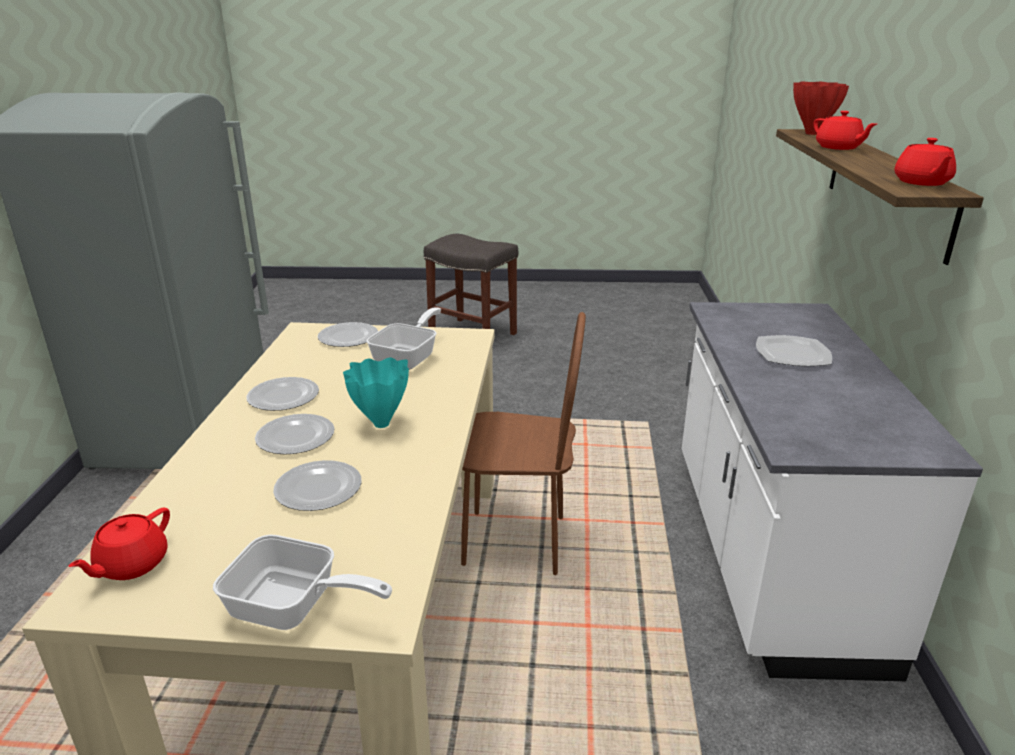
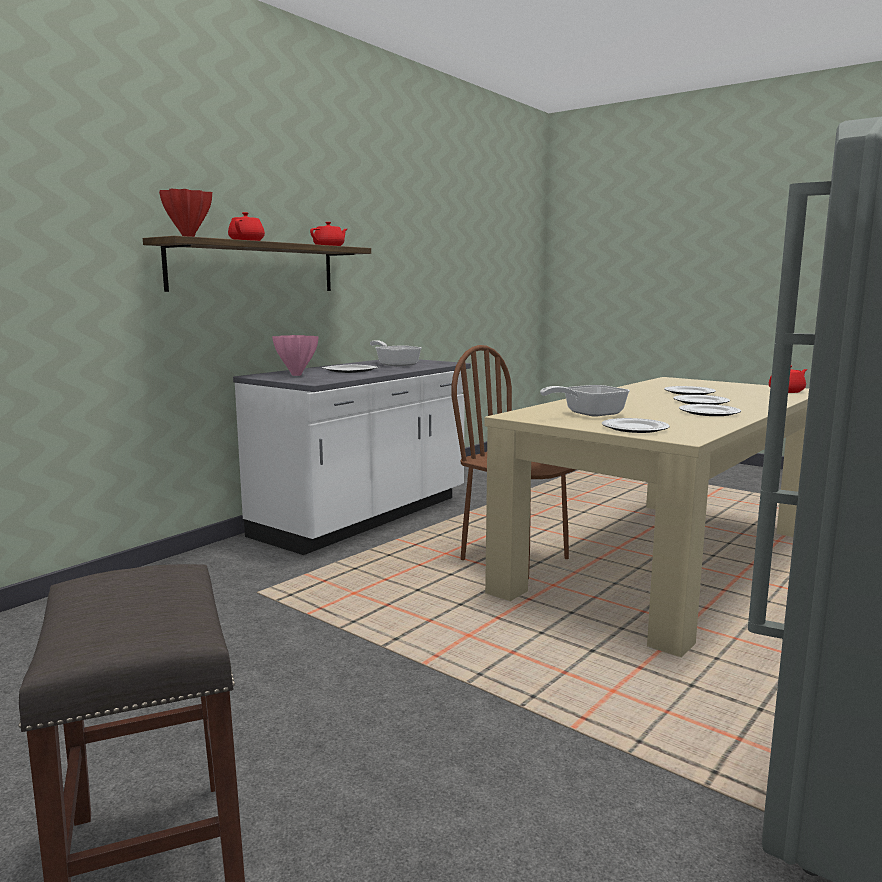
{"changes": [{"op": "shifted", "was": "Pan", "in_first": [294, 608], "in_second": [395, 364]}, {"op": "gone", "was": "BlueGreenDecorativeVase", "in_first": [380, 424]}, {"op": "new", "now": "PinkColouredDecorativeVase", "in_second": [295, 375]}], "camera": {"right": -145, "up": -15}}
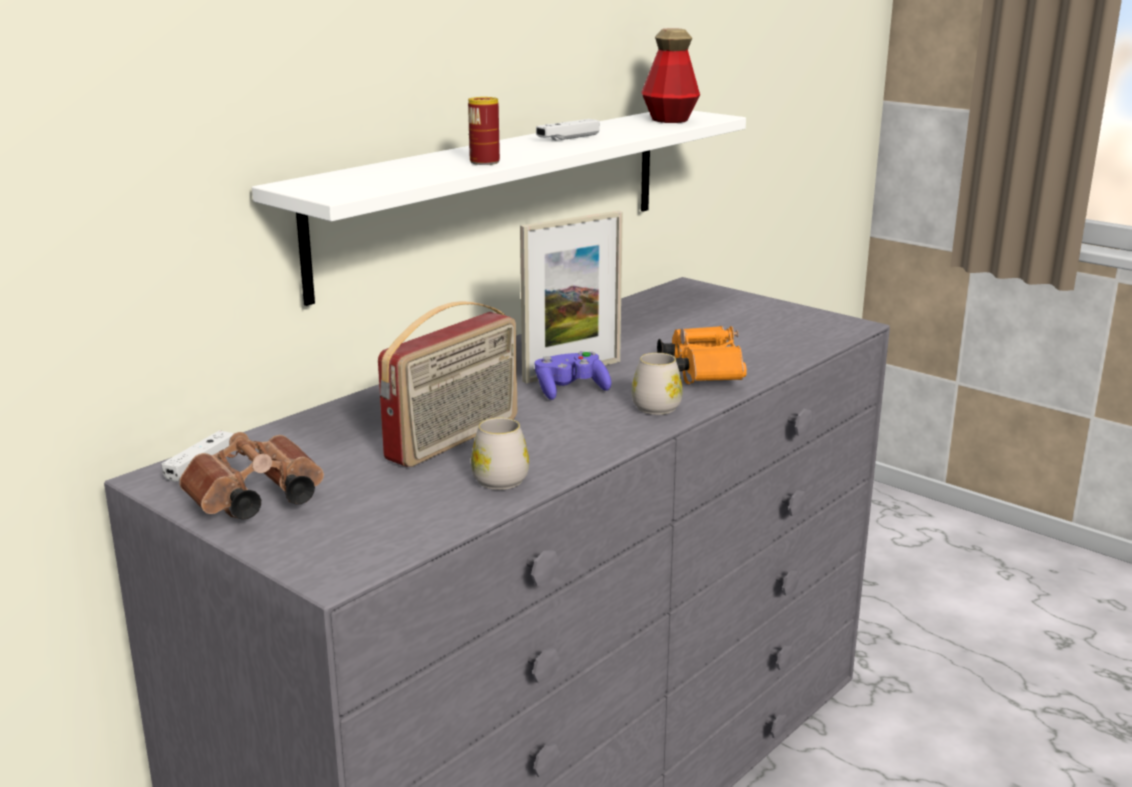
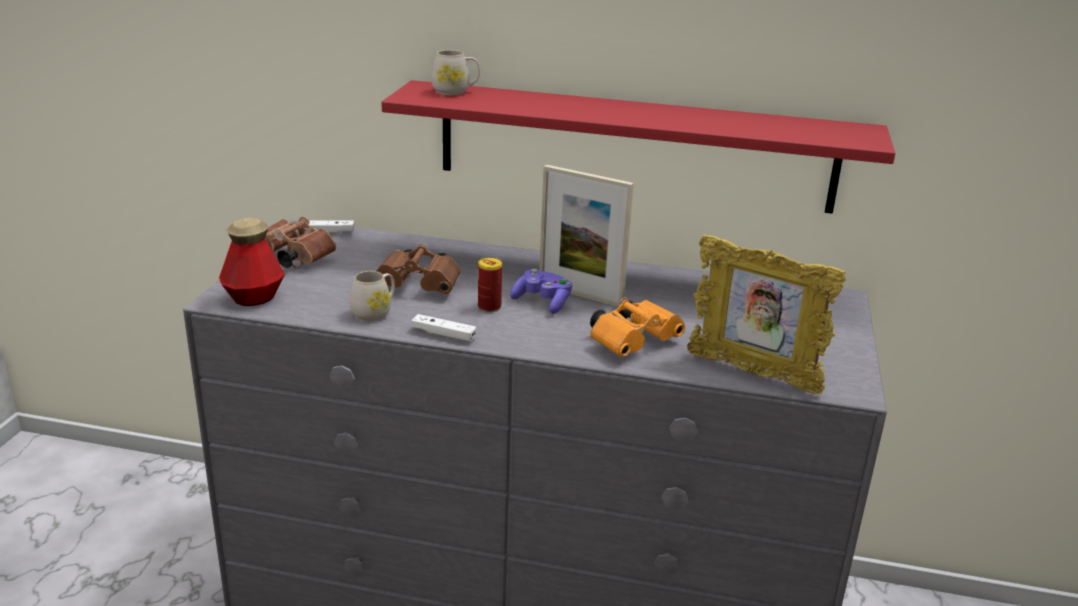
{"changes": [{"op": "repainted", "was": "WhitishBracketShelf", "now": "RedColouredBracketShelf", "in_first": [497, 196], "in_second": [634, 146]}, {"op": "swapped", "was": "RadioReceiver", "now": "BrownishFieldGlasses", "in_first": [455, 439], "in_second": [420, 286]}, {"op": "shifted", "was": "MetalCan", "in_first": [484, 162], "in_second": [489, 307]}, {"op": "shifted", "was": "WhitishGameController", "in_first": [568, 138], "in_second": [443, 335]}, {"op": "shifted", "was": "WhitishTeaMug", "in_first": [659, 405], "in_second": [455, 91]}, {"op": "shifted", "was": "DrinkBottle", "in_first": [669, 119], "in_second": [254, 298]}, {"op": "new", "now": "PhotoFrame", "in_second": [753, 373]}], "camera": {"right": 60, "up": 5}}
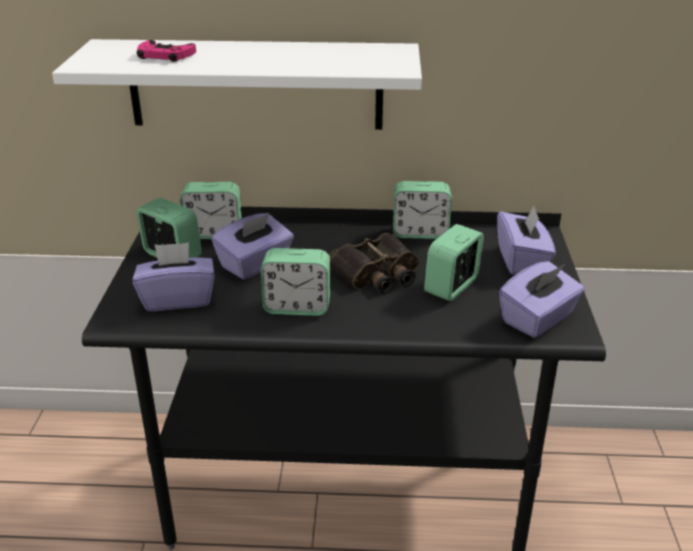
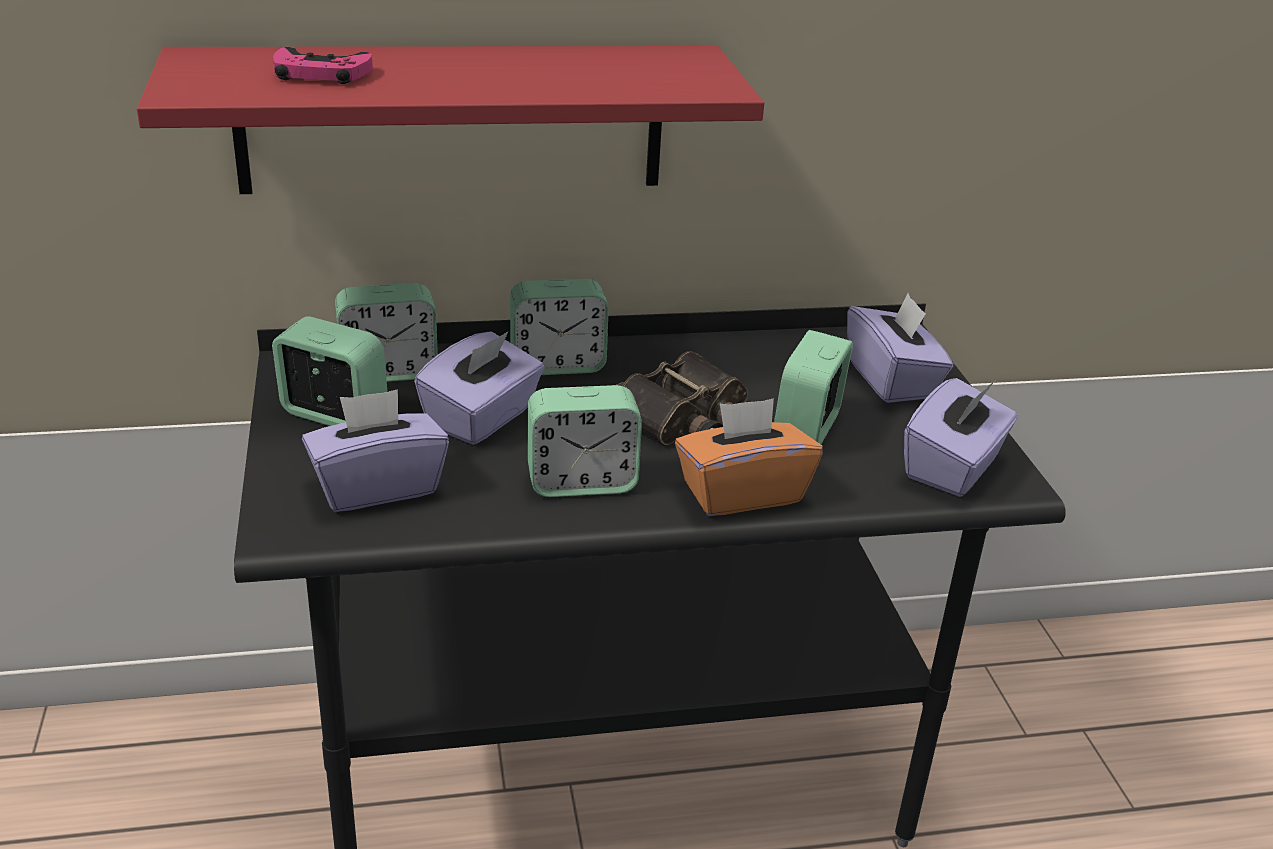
{"changes": [{"op": "repainted", "was": "WhitishBracketShelf", "now": "RedColouredBracketShelf", "in_first": [255, 84], "in_second": [452, 119]}, {"op": "shifted", "was": "AlarmClock", "in_first": [420, 232], "in_second": [557, 364]}, {"op": "new", "now": "OrangeyTissueHolder", "in_second": [741, 493]}], "camera": {"right": -15, "up": 0}}
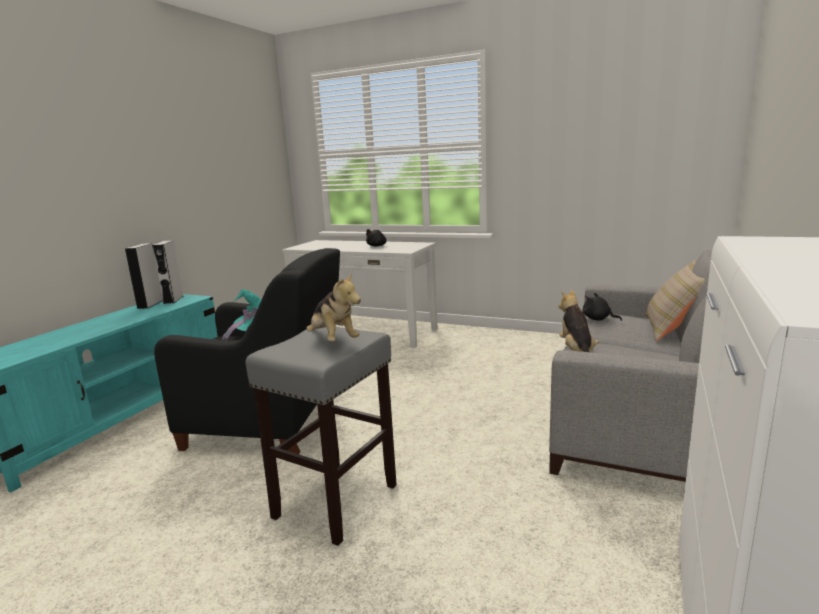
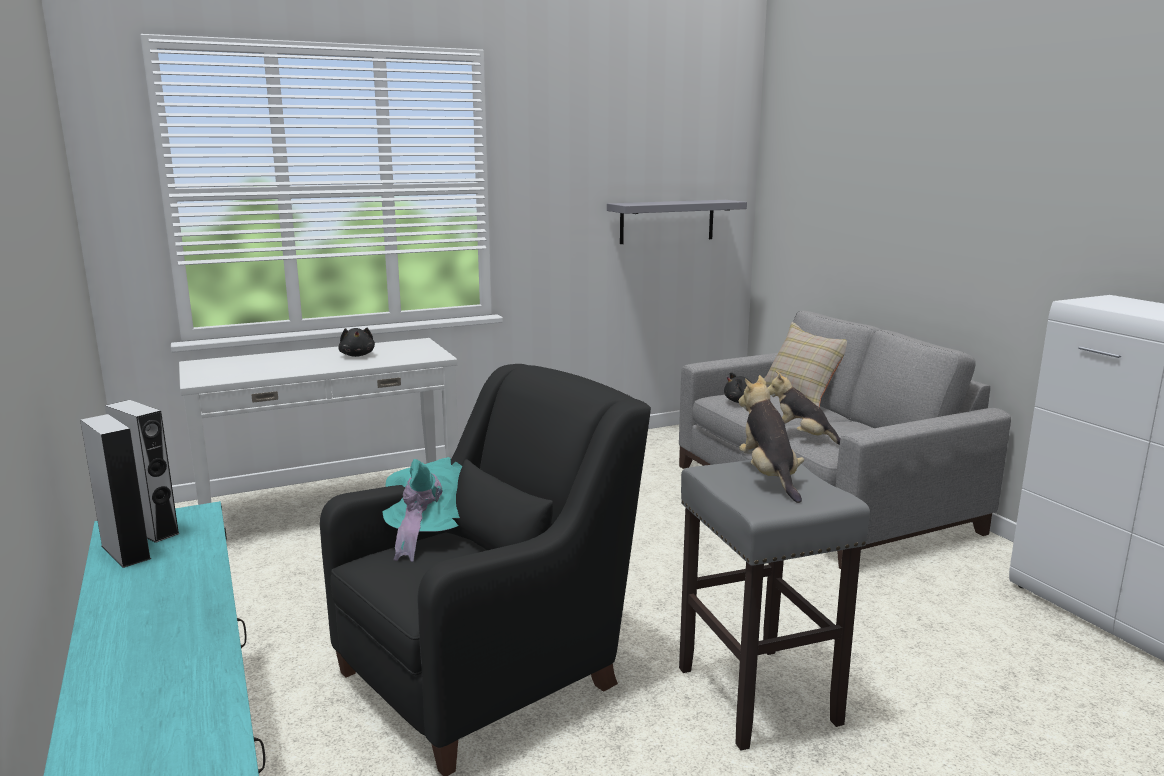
{"changes": [{"op": "rotated", "was": "PlushToy", "in_first": [333, 340], "in_second": [769, 477], "clockwise": -105}, {"op": "new", "now": "GreyBracketShelf", "in_second": [667, 221]}], "camera": {"right": -50, "up": 0}}
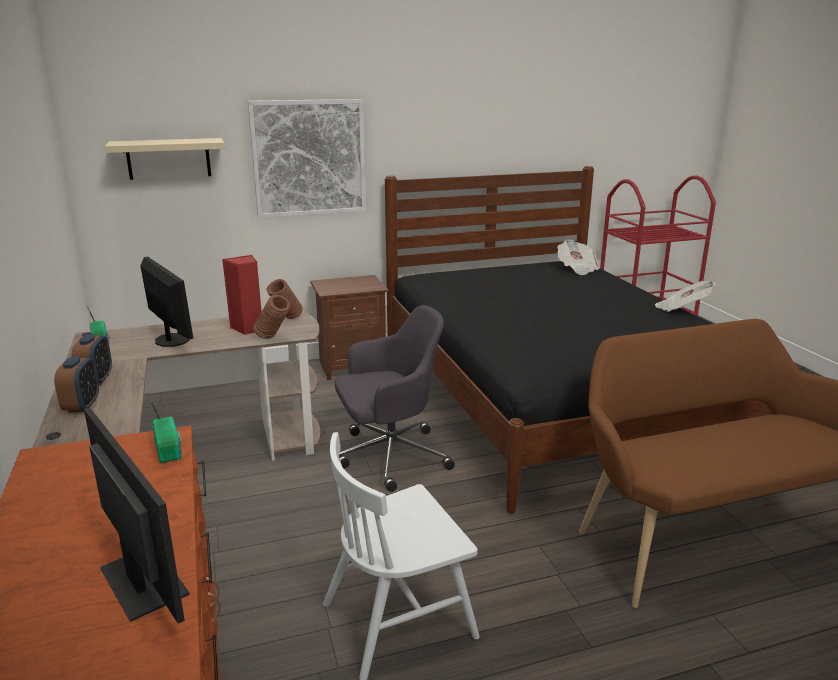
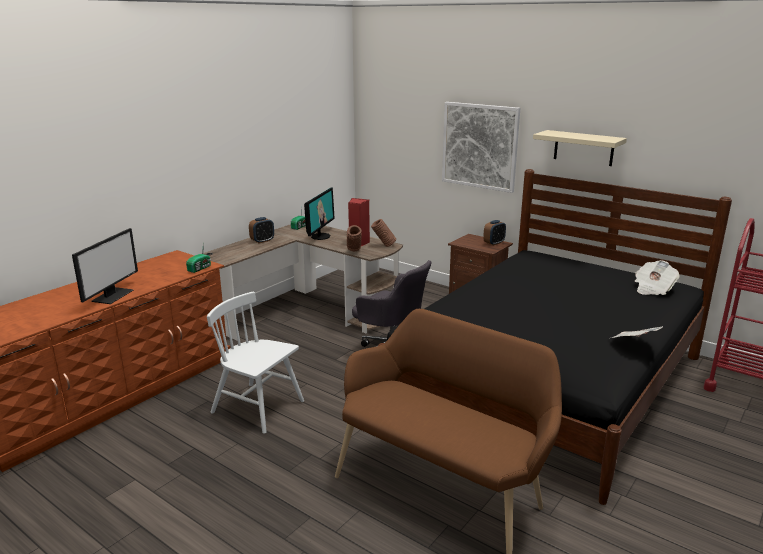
{"changes": [{"op": "shifted", "was": "AlarmClock", "in_first": [82, 405], "in_second": [494, 243]}, {"op": "shifted", "was": "BeigeBracketShelf", "in_first": [168, 158], "in_second": [583, 148]}], "camera": {"right": 55, "up": 0}}
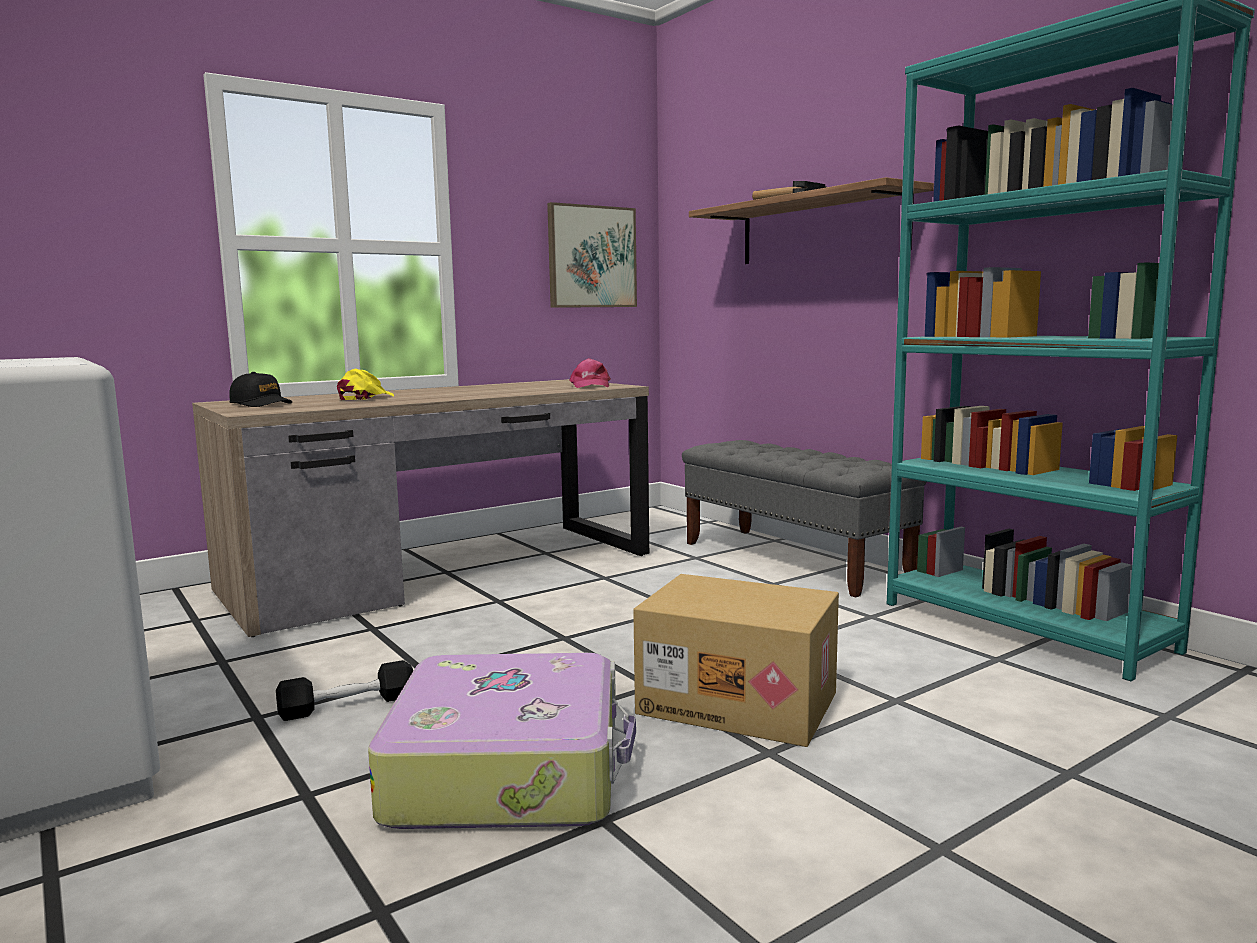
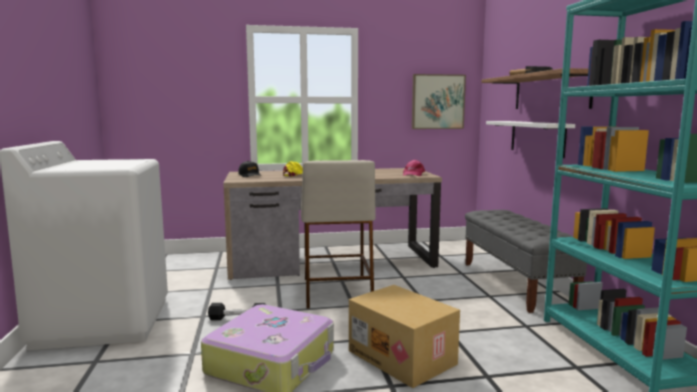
{"changes": [{"op": "new", "now": "BeigeSittingStool", "in_second": [336, 290]}, {"op": "new", "now": "WhitishBracketShelf", "in_second": [537, 138]}], "camera": {"right": 25, "up": 0}}
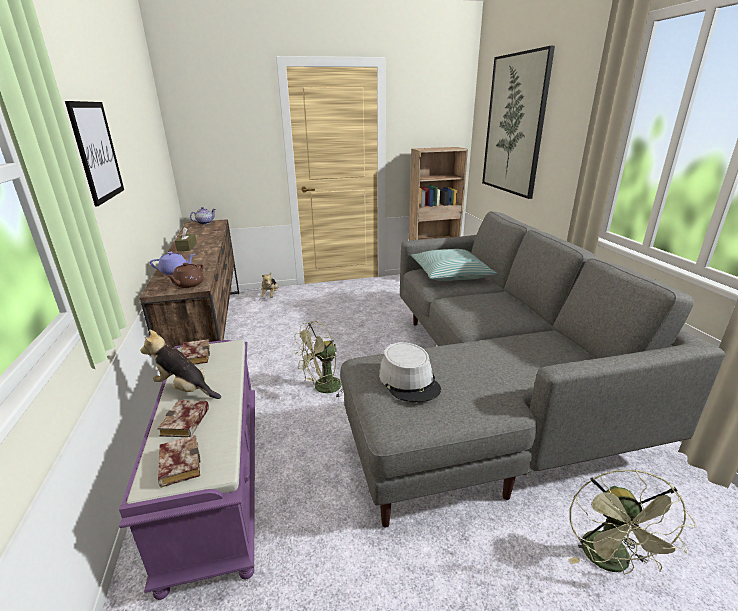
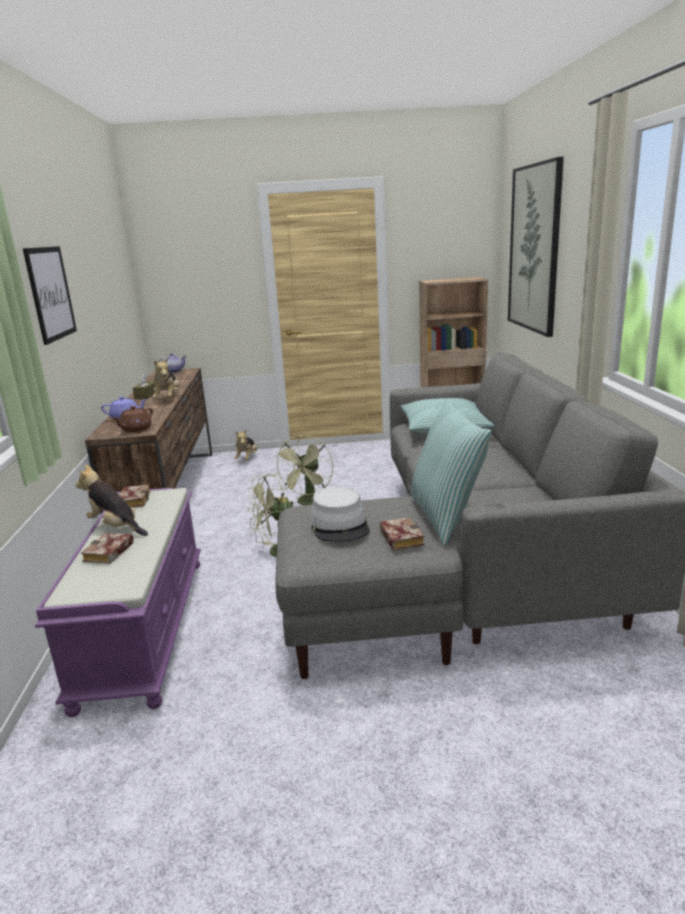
{"changes": [{"op": "shifted", "was": "Book", "in_first": [178, 463], "in_second": [399, 538]}, {"op": "shifted", "was": "GreenElectricFan", "in_first": [611, 562], "in_second": [309, 503]}, {"op": "new", "now": "PlushToy", "in_second": [168, 398]}, {"op": "new", "now": "ThrowPillow", "in_second": [446, 517]}], "camera": {"right": 10, "up": -5}}
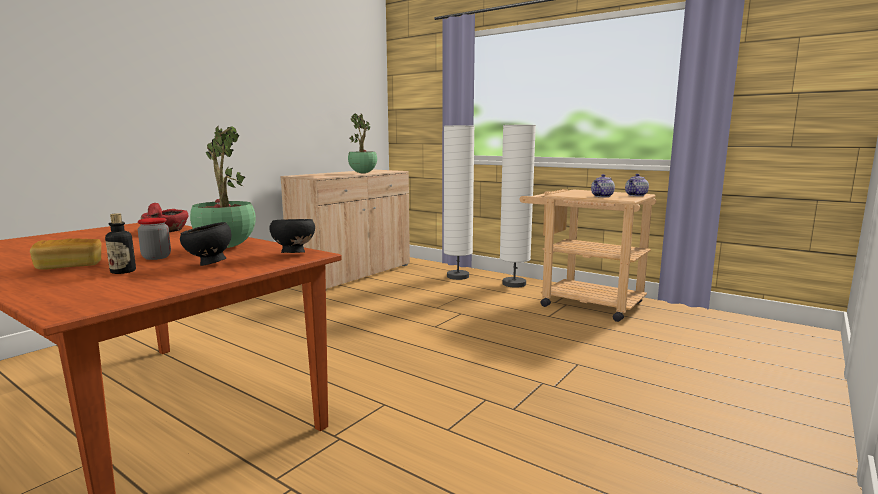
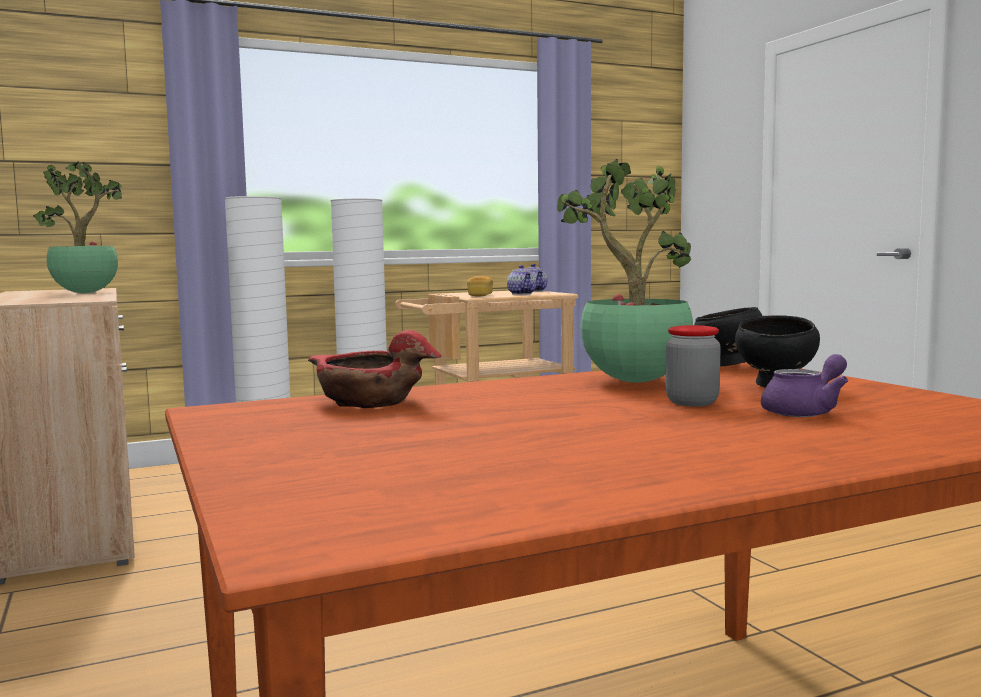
{"changes": [{"op": "shifted", "was": "Bread", "in_first": [70, 266], "in_second": [480, 295]}, {"op": "swapped", "was": "DrinkBottle", "now": "PurpleTeaPot", "in_first": [123, 271], "in_second": [806, 412]}], "camera": {"right": -60, "up": -5}}
